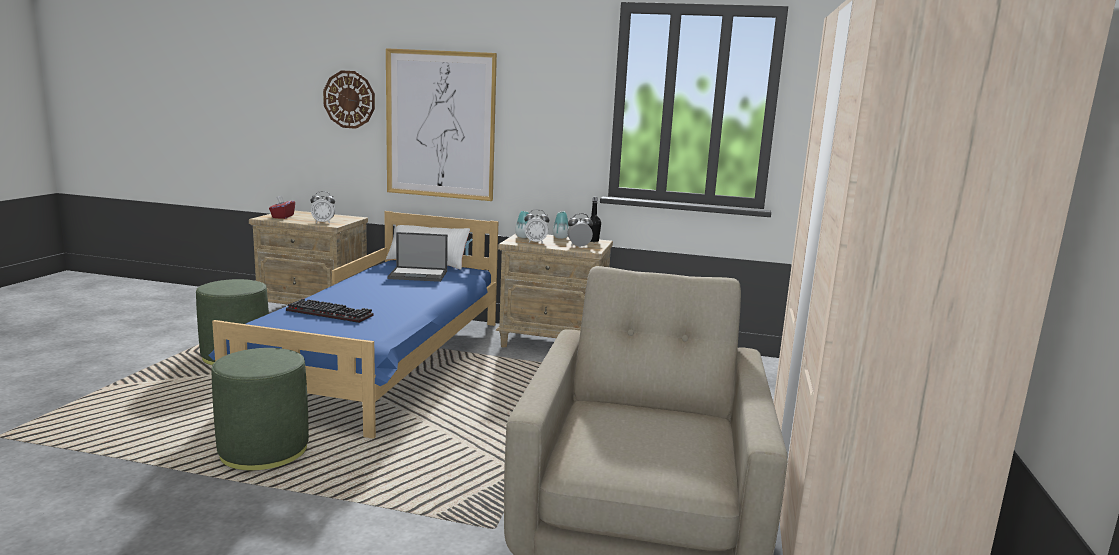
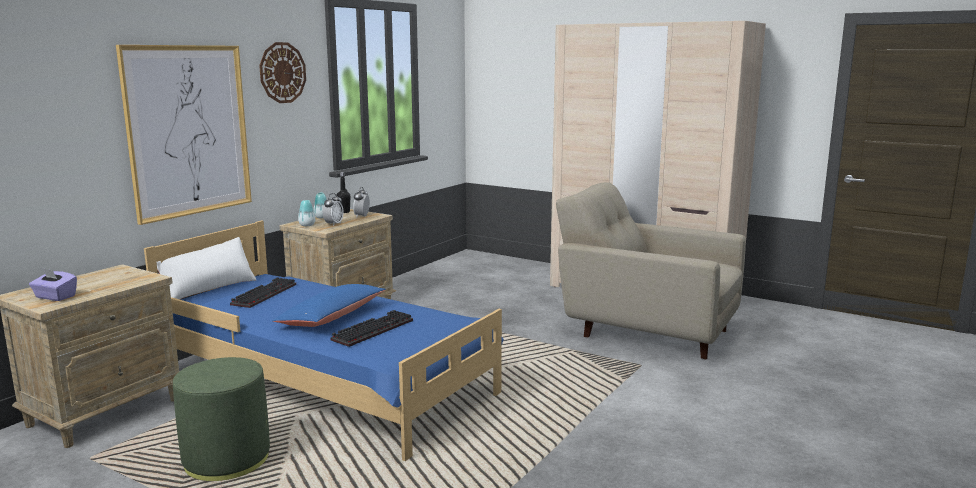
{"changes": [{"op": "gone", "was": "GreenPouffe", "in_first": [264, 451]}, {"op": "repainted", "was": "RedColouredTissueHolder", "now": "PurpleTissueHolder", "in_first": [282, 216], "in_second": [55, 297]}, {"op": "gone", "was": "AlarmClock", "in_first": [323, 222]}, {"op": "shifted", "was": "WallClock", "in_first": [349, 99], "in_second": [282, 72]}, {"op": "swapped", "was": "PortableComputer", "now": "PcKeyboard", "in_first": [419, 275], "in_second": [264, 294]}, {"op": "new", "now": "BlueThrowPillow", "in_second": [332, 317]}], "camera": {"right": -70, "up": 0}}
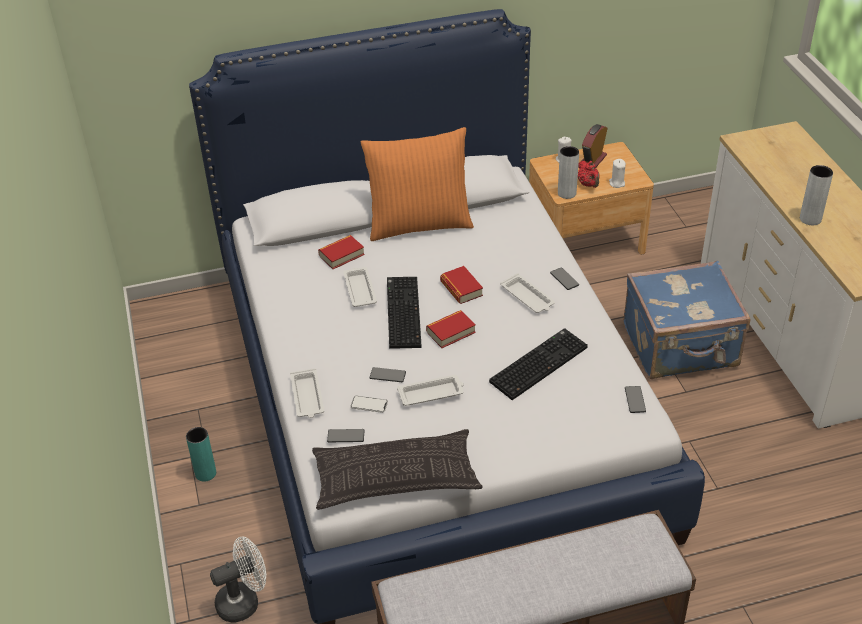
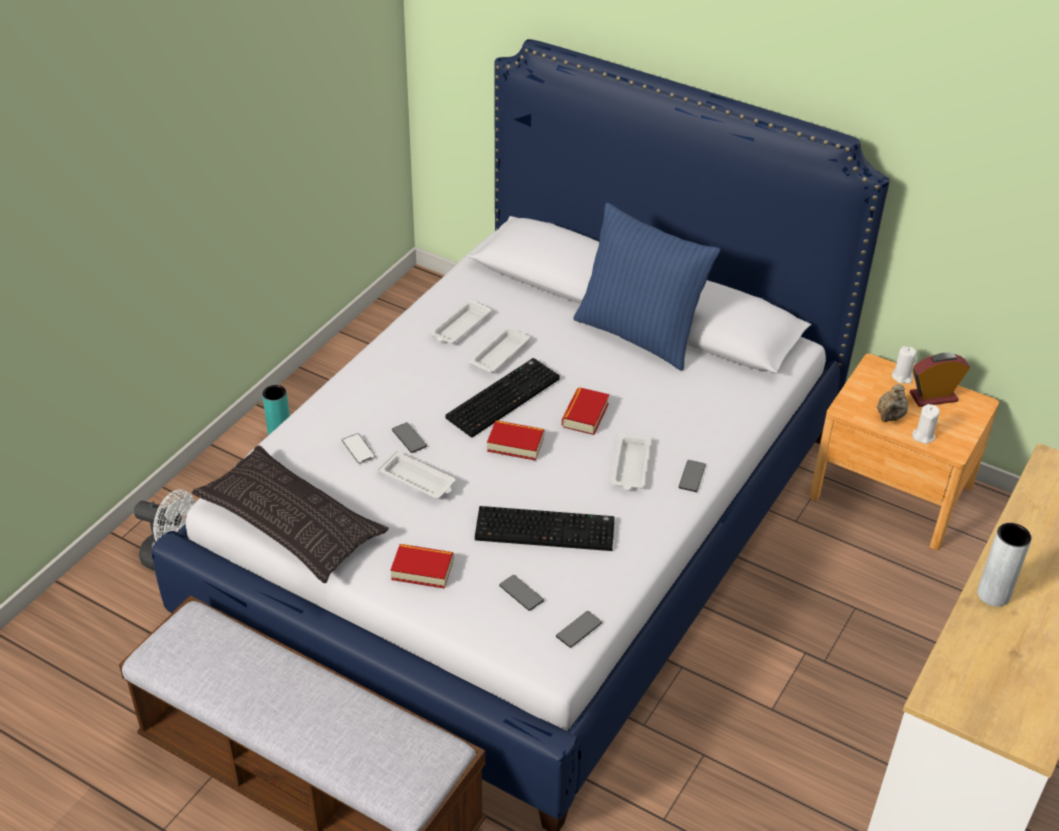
{"changes": [{"op": "shifted", "was": "WhitishCarryingTray", "in_first": [307, 397], "in_second": [460, 327]}, {"op": "shifted", "was": "Book", "in_first": [341, 255], "in_second": [422, 570]}, {"op": "shifted", "was": "Handset", "in_first": [346, 436], "in_second": [521, 593]}, {"op": "repainted", "was": "OrangeyThrowPillow", "now": "BlueThrowPillow", "in_first": [419, 224], "in_second": [639, 334]}, {"op": "gone", "was": "GreyDecorativeVase", "in_first": [567, 193]}, {"op": "repainted", "was": "RedColouredTeaPot", "now": "BeigeTeaPot", "in_first": [588, 184], "in_second": [889, 417]}, {"op": "gone", "was": "BlueTravelCase", "in_first": [681, 347]}], "camera": {"right": 45, "up": 0}}
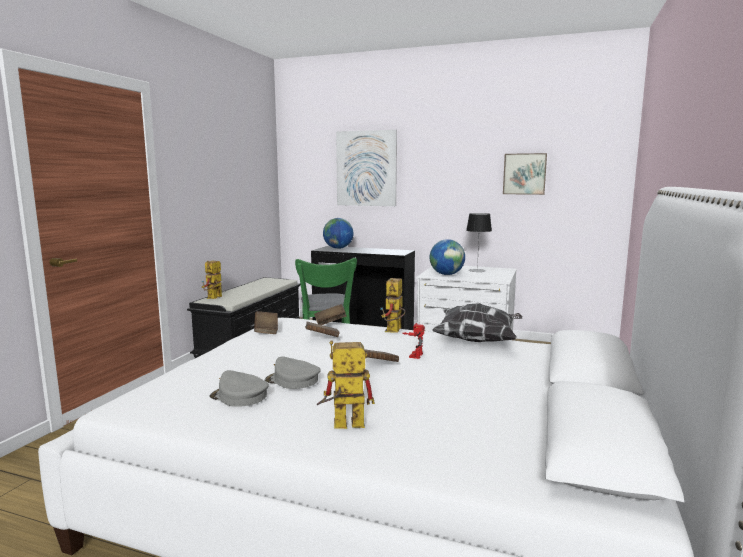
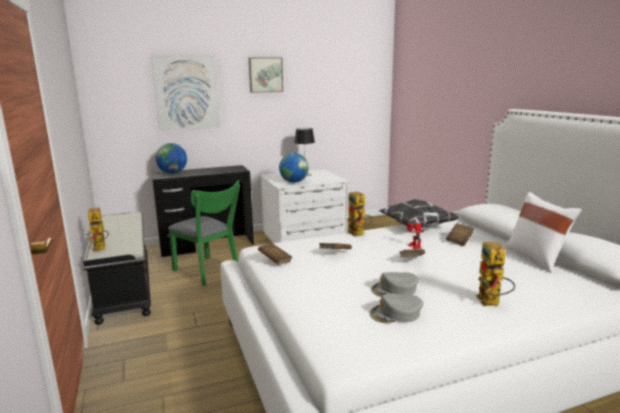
{"changes": [{"op": "shifted", "was": "BrownishBook", "in_first": [330, 322], "in_second": [459, 241]}, {"op": "rotated", "was": "RobotFigure", "in_first": [341, 425], "in_second": [492, 303], "clockwise": -45}, {"op": "shifted", "was": "Picture", "in_first": [524, 174], "in_second": [265, 75]}, {"op": "new", "now": "WhitishThrowPillow", "in_second": [536, 258]}], "camera": {"right": -40, "up": 5}}
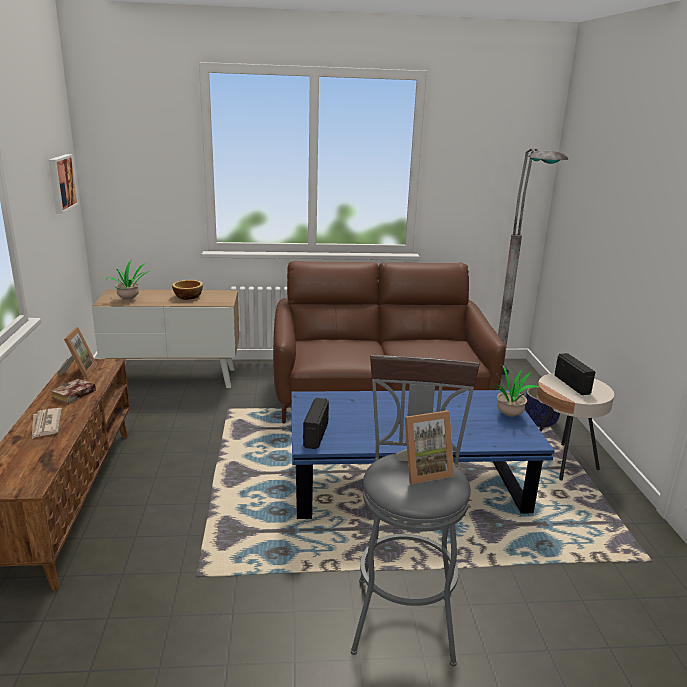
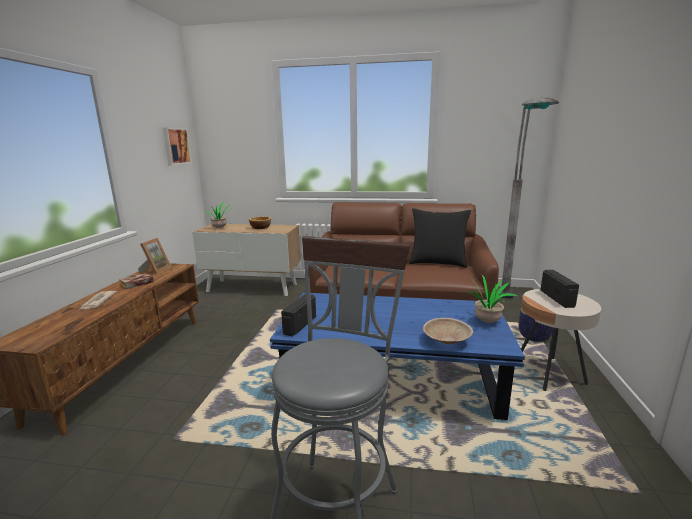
{"changes": [{"op": "gone", "was": "PhotoFrame", "in_first": [423, 470]}, {"op": "new", "now": "BlackishThrowPillow", "in_second": [437, 263]}, {"op": "new", "now": "BeigeBowl", "in_second": [446, 341]}], "camera": {"right": 15, "up": -5}}
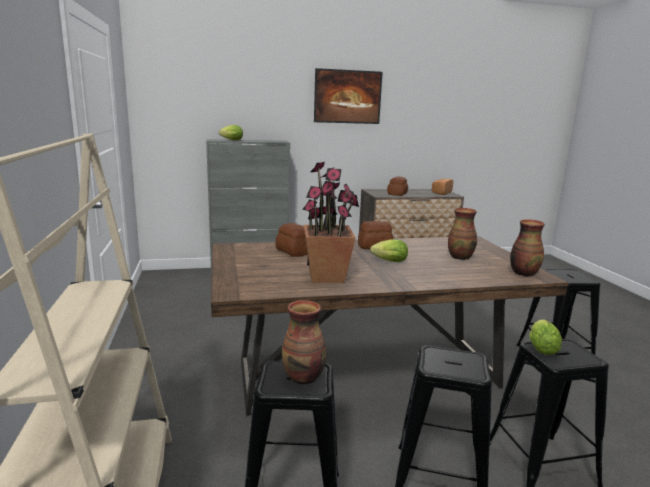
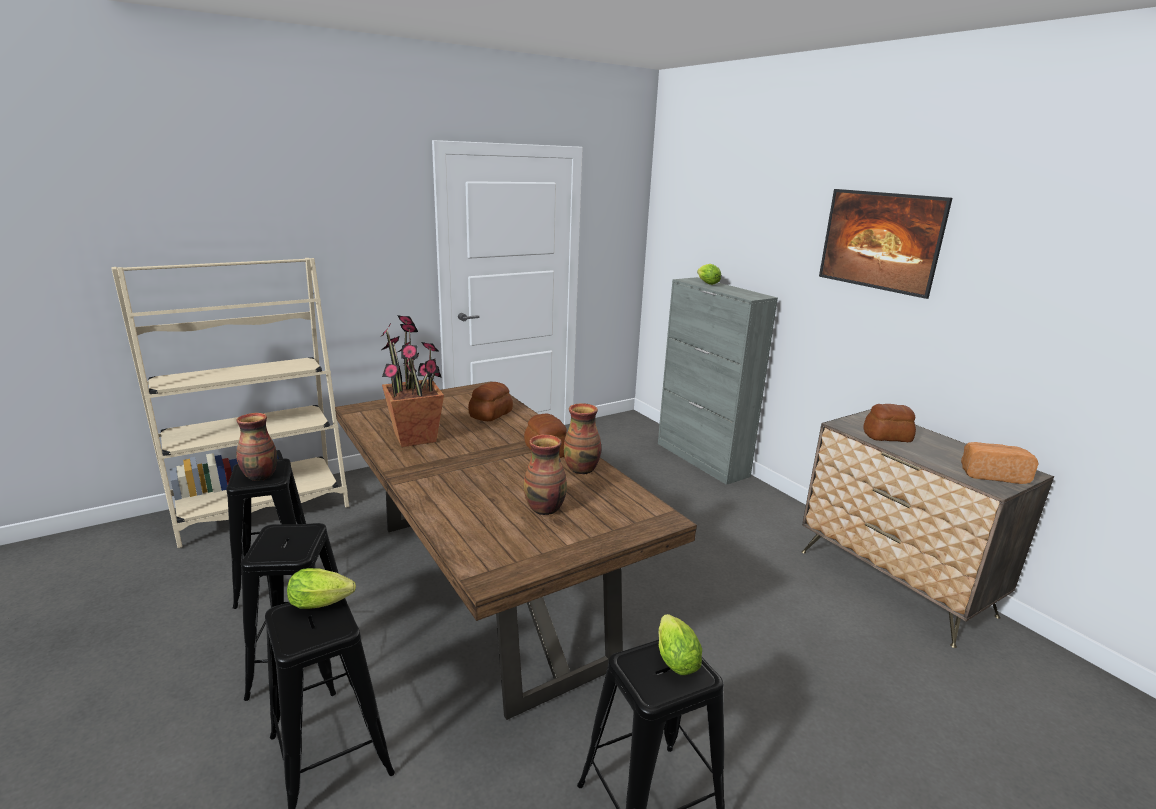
{"changes": [{"op": "shifted", "was": "LettuceHead", "in_first": [387, 261], "in_second": [674, 657]}, {"op": "shifted", "was": "DecorativeVase", "in_first": [523, 273], "in_second": [582, 469]}], "camera": {"right": 70, "up": 5}}
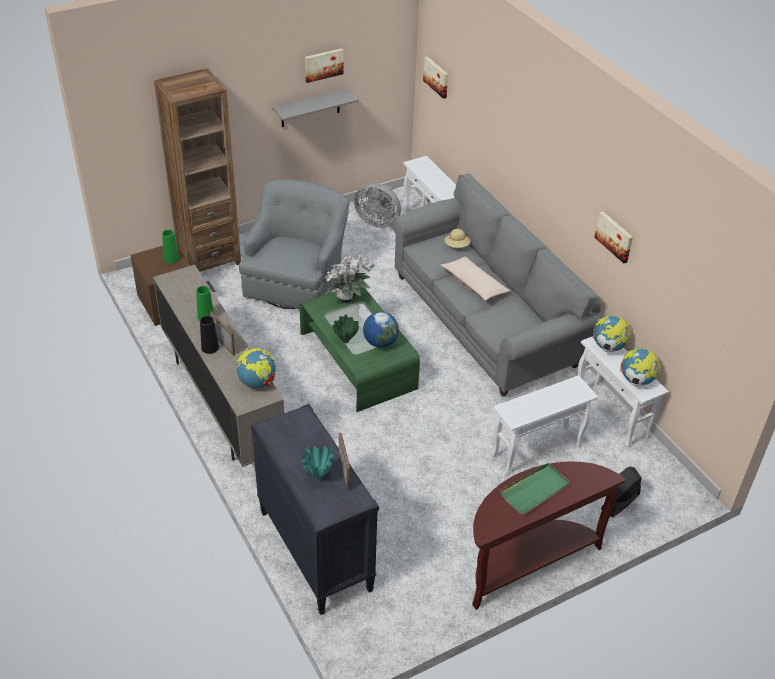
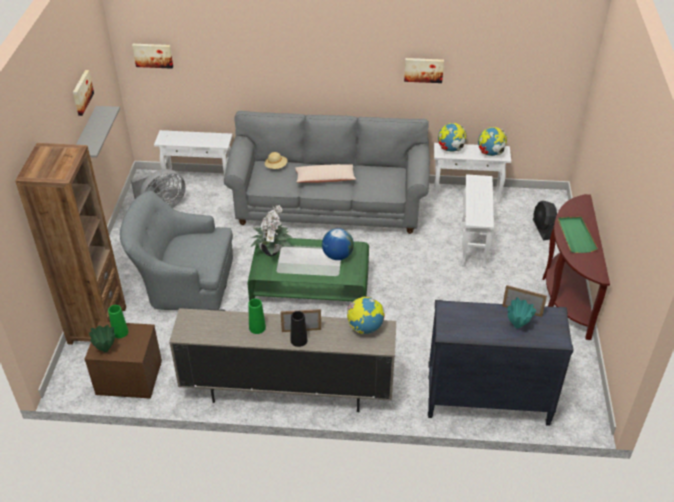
{"changes": [{"op": "rotated", "was": "GreyArmchair", "in_first": [296, 280], "in_second": [183, 283], "clockwise": -45}, {"op": "shifted", "was": "GreenDecorativeVase", "in_first": [345, 341], "in_second": [106, 350]}], "camera": {"right": -55, "up": 0}}
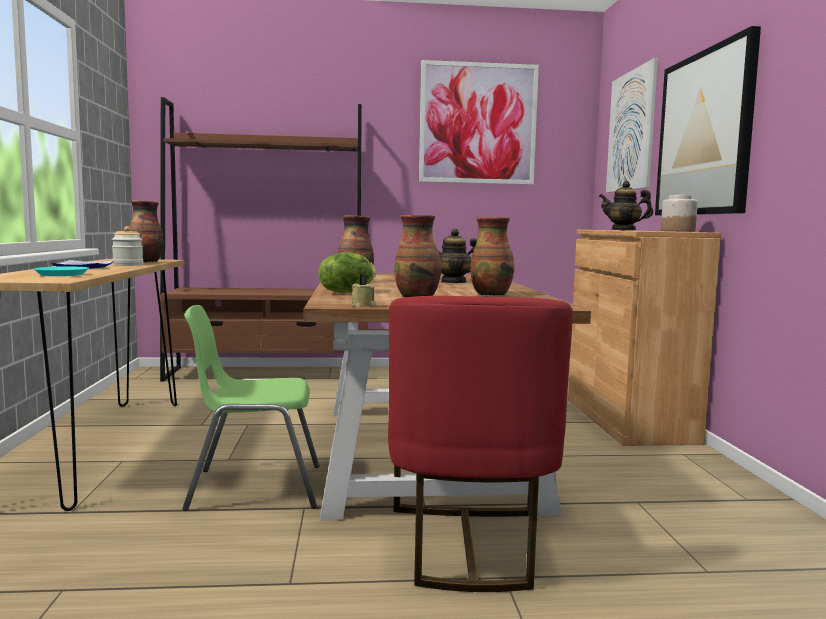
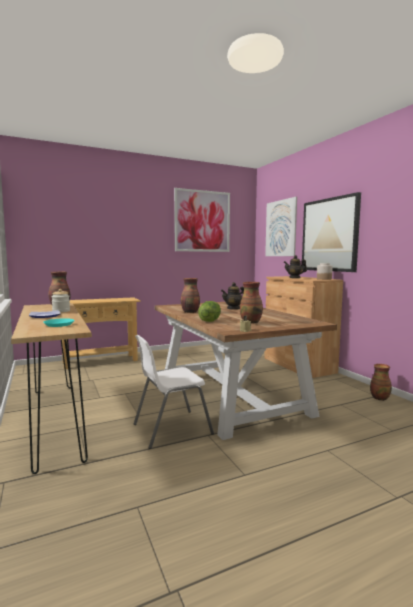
{"changes": [{"op": "swapped", "was": "BrownishShelvingUnit", "now": "BeigeConsoleTable", "in_first": [266, 374], "in_second": [100, 361]}, {"op": "repainted", "was": "GreenChair", "now": "WhitishChair", "in_first": [254, 487], "in_second": [170, 429]}, {"op": "gone", "was": "RedColouredChair", "in_first": [467, 545]}, {"op": "shifted", "was": "DecorativeVase", "in_first": [491, 294], "in_second": [379, 398]}], "camera": {"right": -20, "up": 0}}
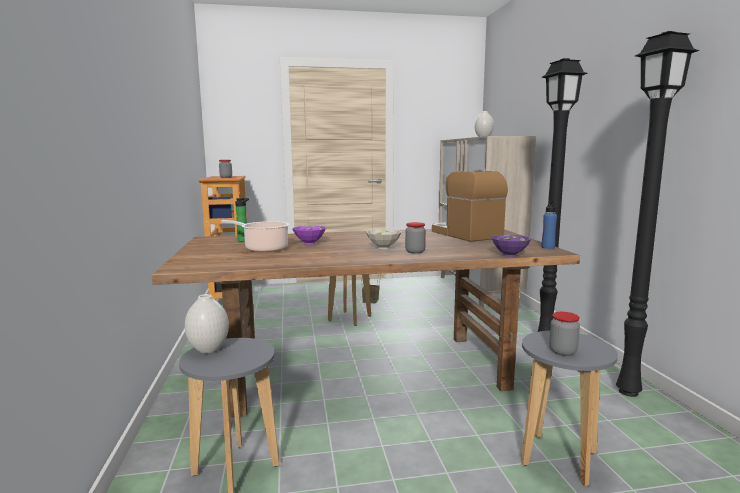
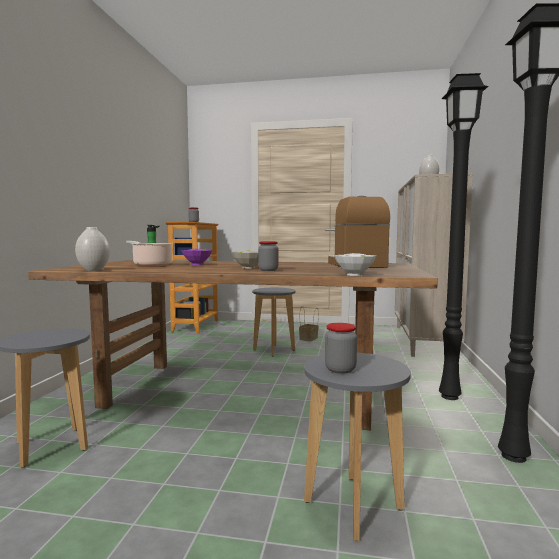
{"changes": [{"op": "shifted", "was": "WhitishDecorativeVase", "in_first": [208, 350], "in_second": [93, 270]}, {"op": "repainted", "was": "PurpleBowl", "now": "WhitishBowl", "in_first": [509, 255], "in_second": [353, 275]}, {"op": "gone", "was": "BlueDrinkBottle", "in_first": [548, 247]}], "camera": {"right": 20, "up": -5}}
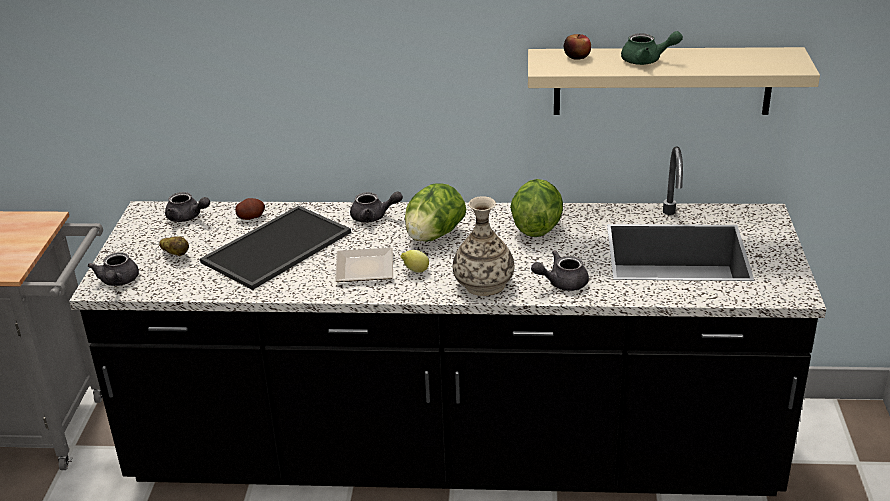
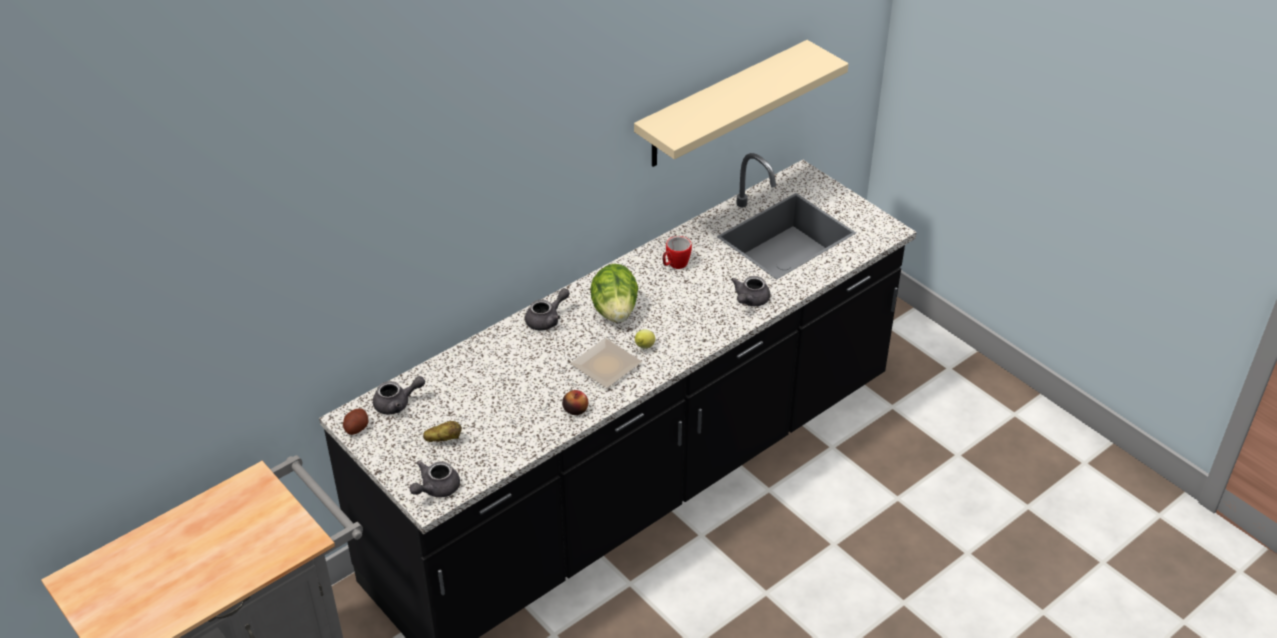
{"changes": [{"op": "rotated", "was": "GreyTeaPot", "in_first": [118, 282], "in_second": [436, 489], "clockwise": 90}, {"op": "gone", "was": "CarryingTray", "in_first": [277, 248]}, {"op": "shifted", "was": "Spud", "in_first": [251, 217], "in_second": [356, 428]}, {"op": "gone", "was": "DecorativeVase", "in_first": [484, 284]}, {"op": "swapped", "was": "LettuceHead", "now": "TeaMug", "in_first": [536, 228], "in_second": [675, 265]}, {"op": "shifted", "was": "AppleFruit", "in_first": [577, 56], "in_second": [575, 409]}, {"op": "gone", "was": "GreenTeaPot", "in_first": [647, 60]}], "camera": {"right": -45, "up": 10}}
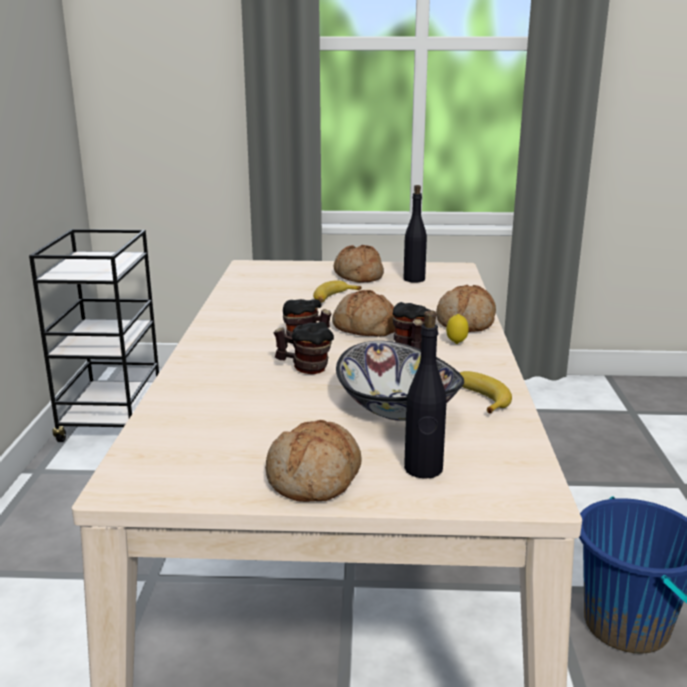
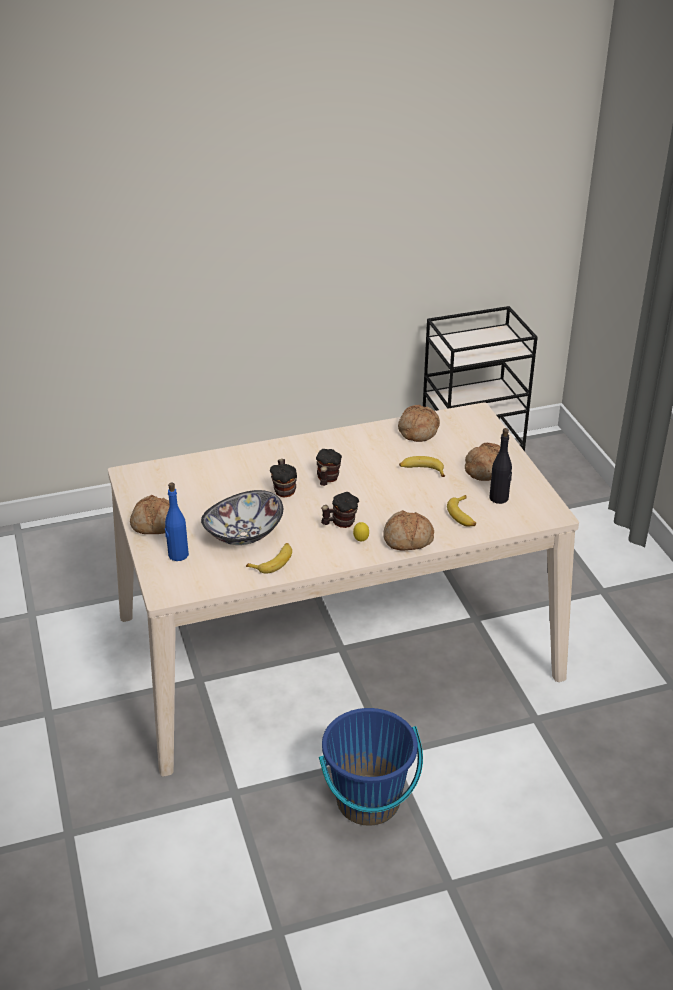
{"changes": [{"op": "shifted", "was": "Bread", "in_first": [365, 328], "in_second": [417, 430]}, {"op": "repainted", "was": "BlackishDrinkBottle", "now": "BlueDrinkBottle", "in_first": [423, 469], "in_second": [178, 555]}, {"op": "new", "now": "Banana", "in_second": [463, 515]}], "camera": {"right": 70, "up": 15}}
